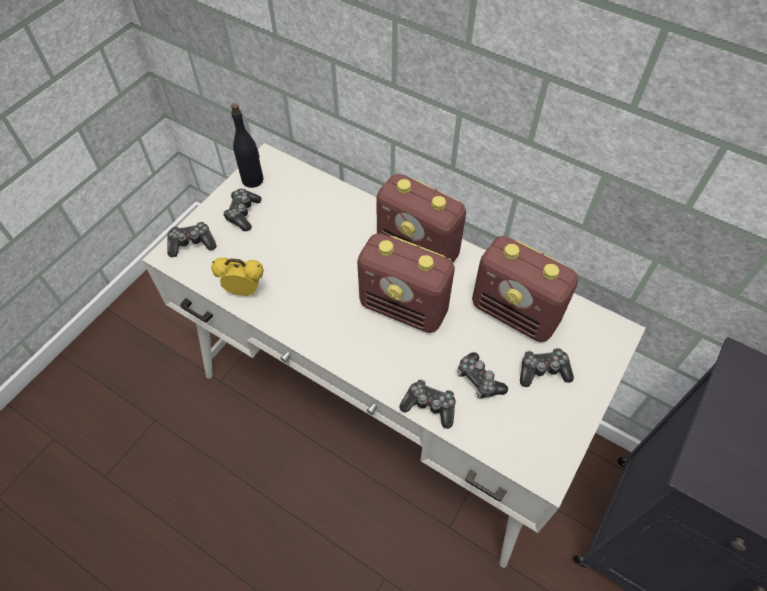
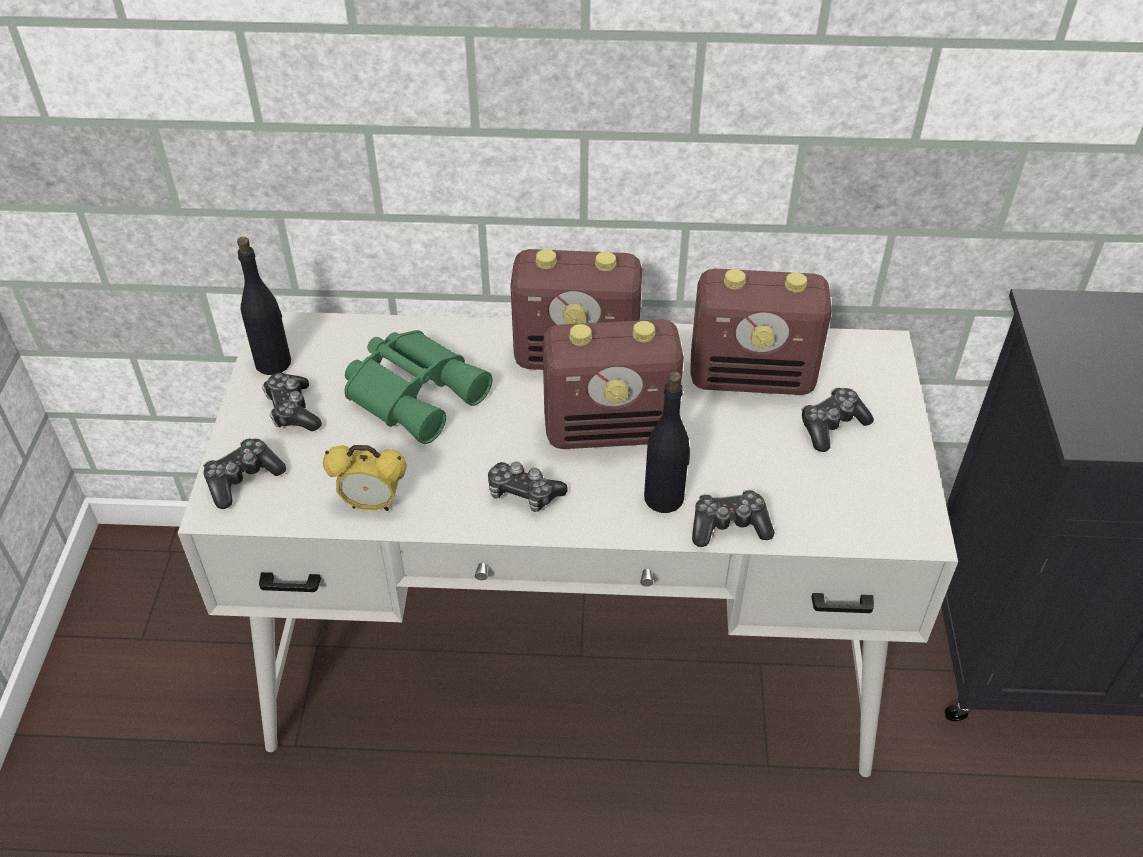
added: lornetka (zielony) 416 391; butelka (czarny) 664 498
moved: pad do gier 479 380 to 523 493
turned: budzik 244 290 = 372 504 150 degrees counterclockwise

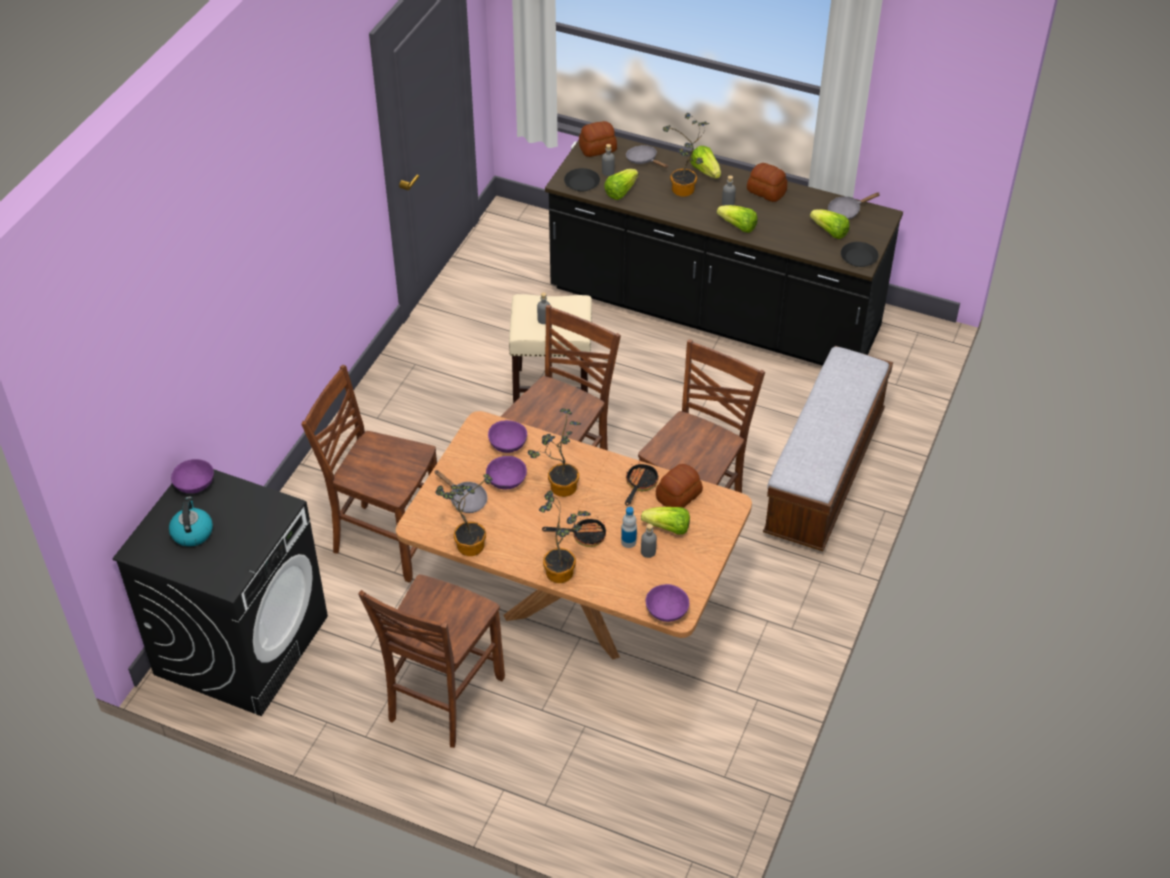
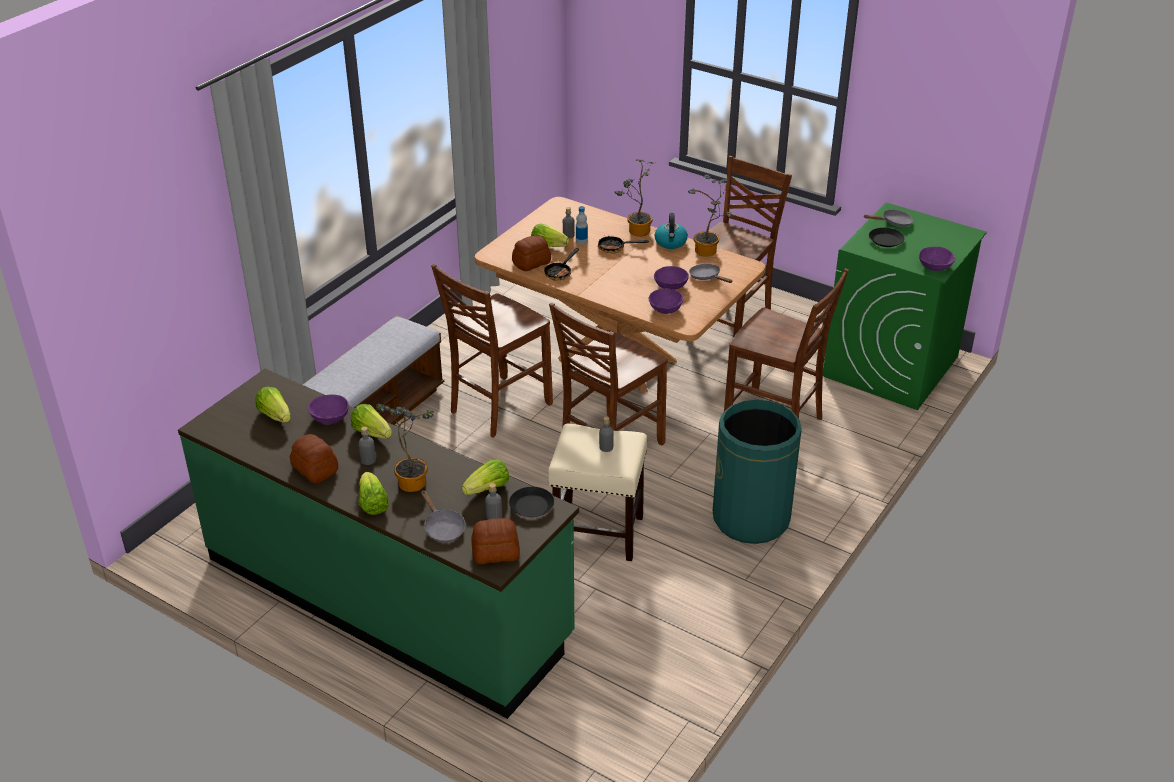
removed: roślina doniczkowa 559 488
added: kosz na śmieci (zielony) 751 518
moved: czajnik 192 532 to 671 242; miska (fioletowy) 666 610 to 329 418; patelnia (szary) 846 211 to 893 222; talerz (czarny) 858 258 to 886 240
recoloured: pralka (czarny) 242 644 to pralka (zielony) 890 366; zabudowa kuchenna (czarny) 714 312 to zabudowa kuchenna (zielony) 387 598

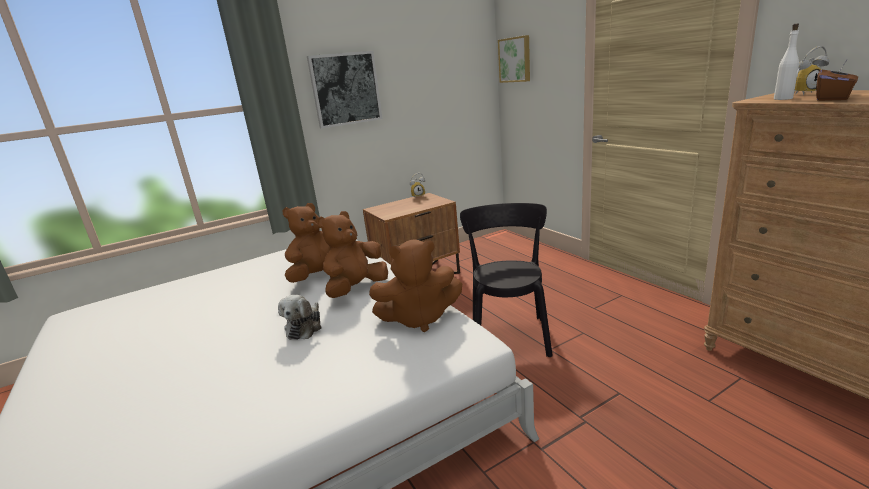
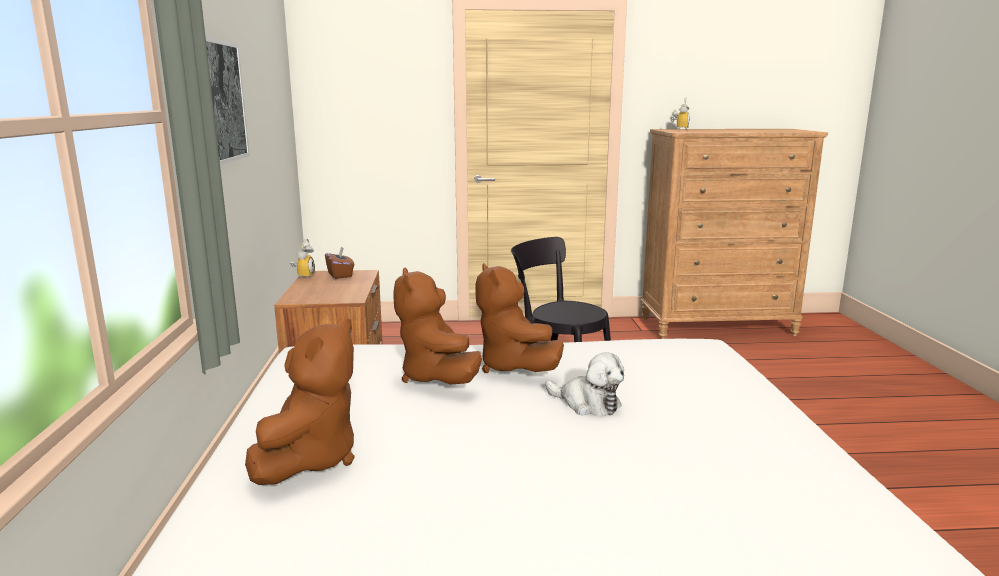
removed: obraz 515 59; butelka (biały) 783 99
moved: pluszak (brązowy) 419 318 to 310 459; pudełko chusteczek (brązowy) 832 98 to 340 275

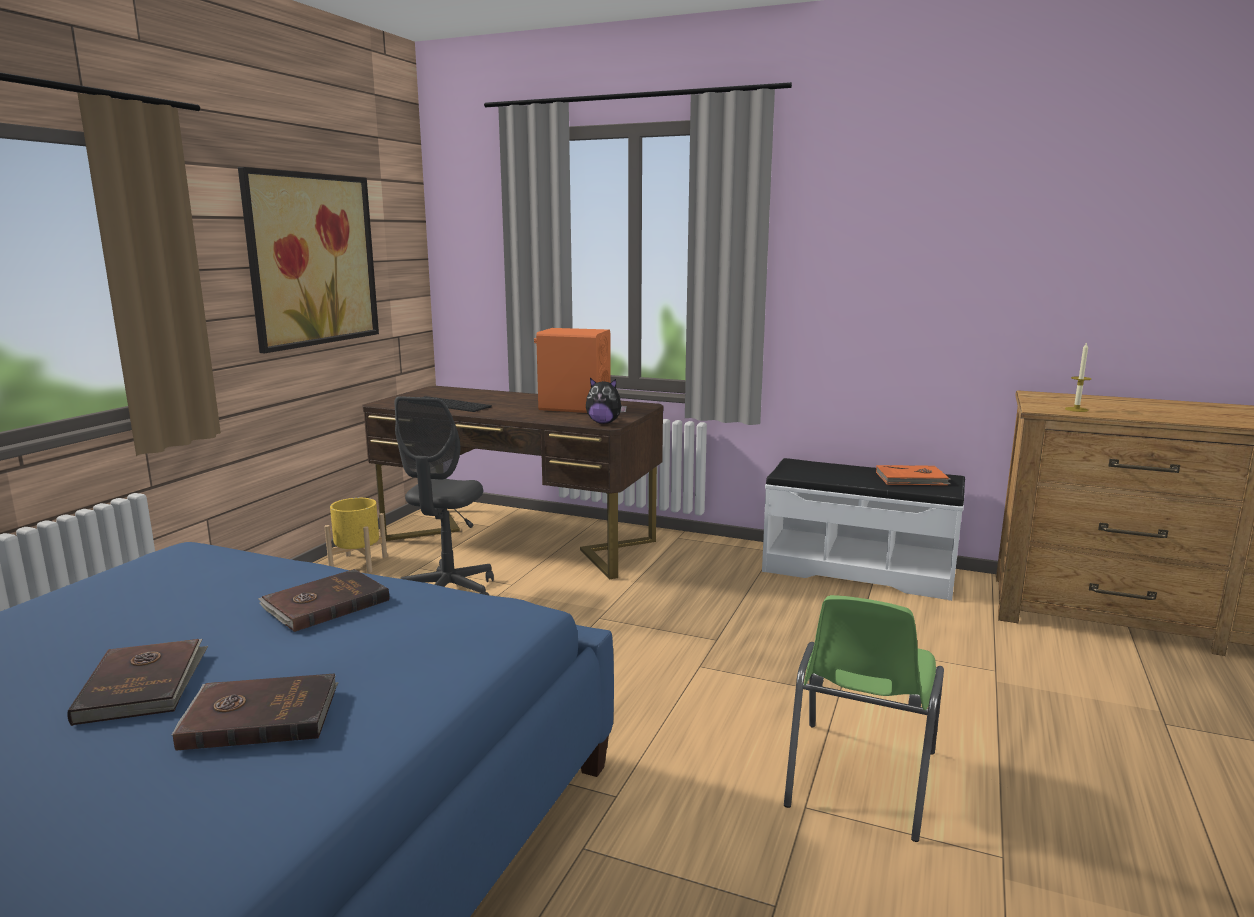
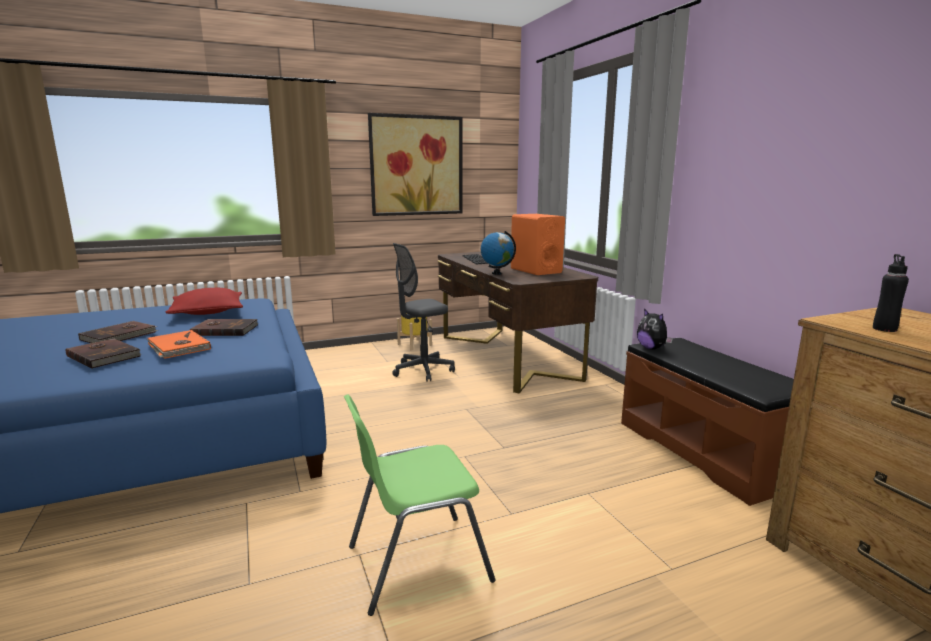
added: poduszka (czerwony) 208 312; globus 496 273
moved: pluszak 604 423 to 652 348; książka (pomarańczowy) 912 479 to 178 347
replaced: świeca 1076 409 to butelka (czarny) 884 329
recoloured: ławka (biały) 858 570 to ławka (brązowy) 705 451

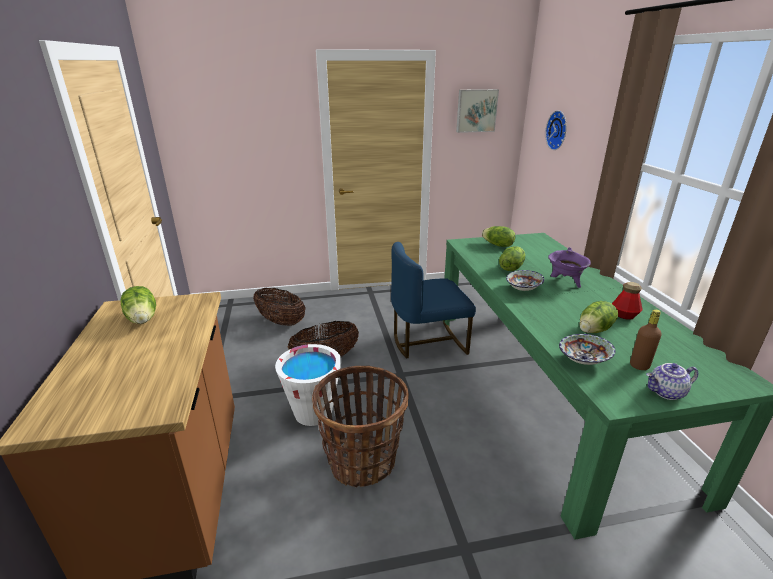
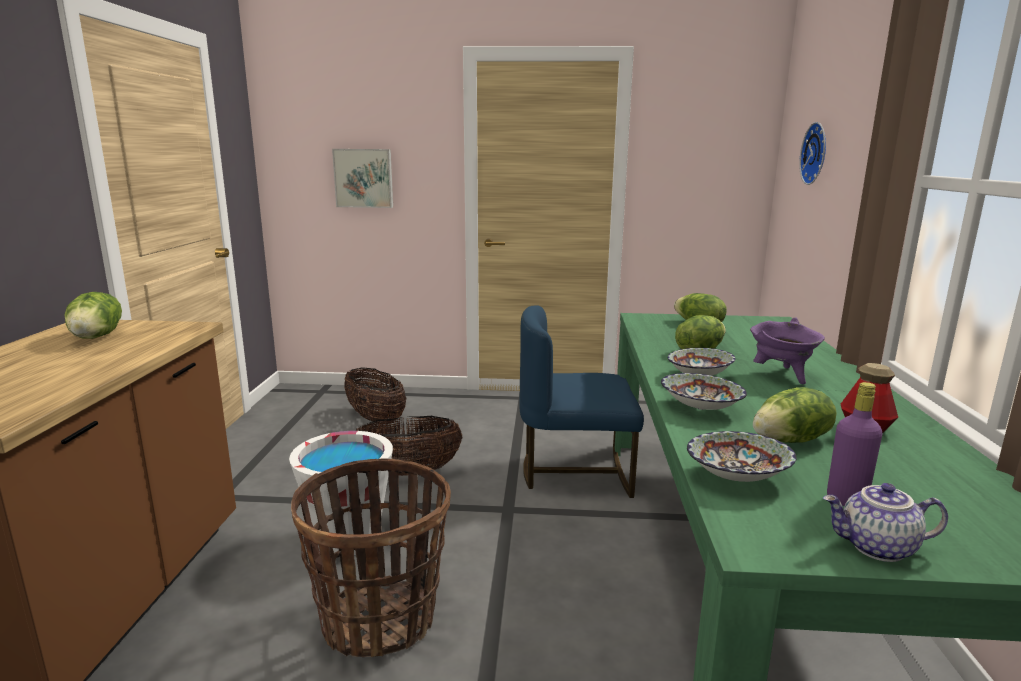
added: miska 701 408
moved: obraz 476 110 to 364 178
recoloured: butelka (brązowy) 639 365 to butelka (fioletowy) 846 500

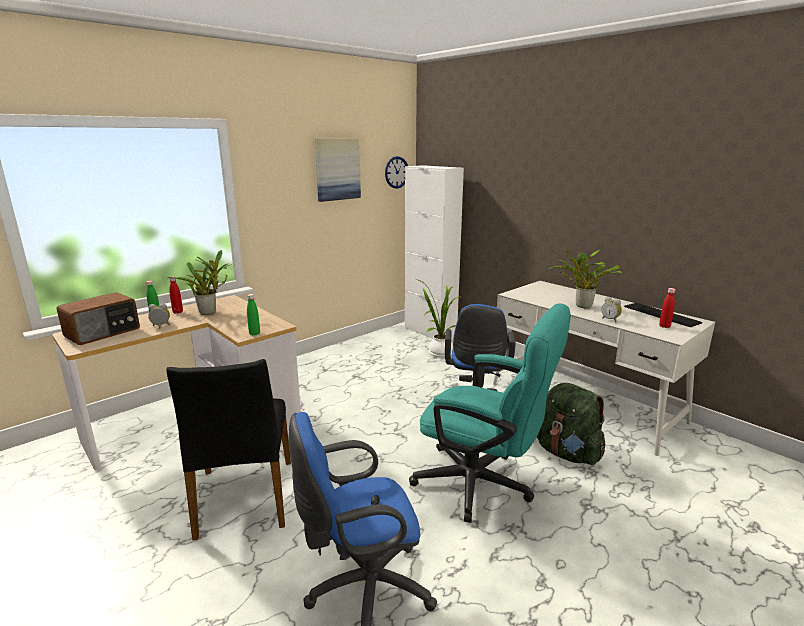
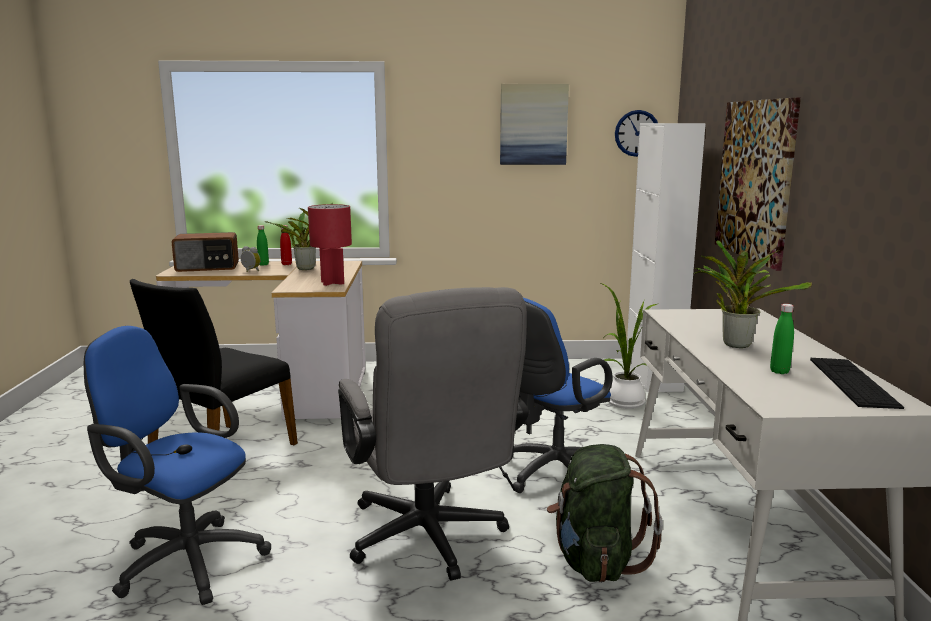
removed: budzik 610 320; butelka (czerwony) 664 326
added: lampa stołowa (czerwony) 332 282; obraz 755 180
moved: butelka (zielony) 254 333 to 779 371
recoloured: krzesło biurowe (turkusowy) 483 485 to krzesło biurowe (szary) 430 541

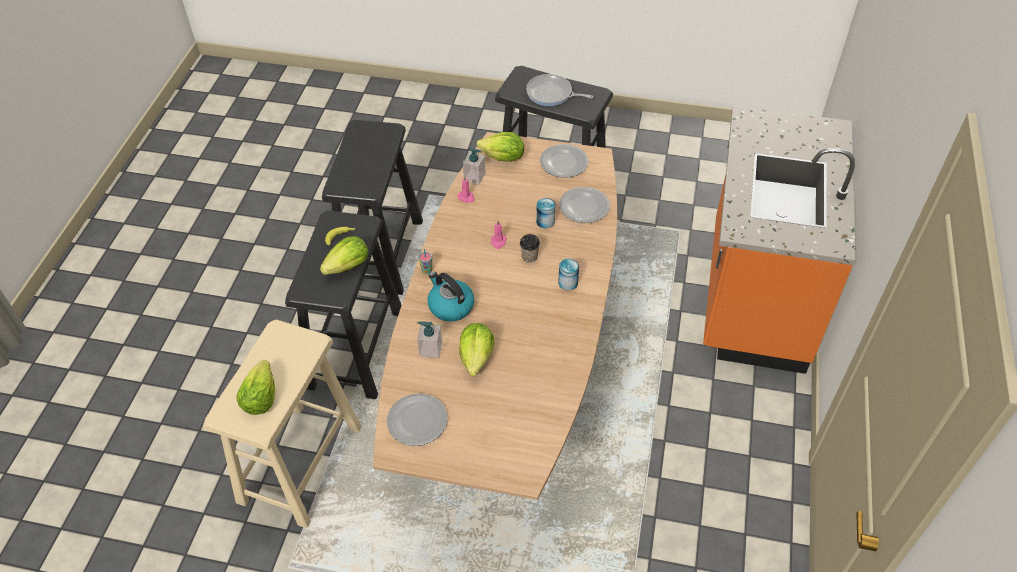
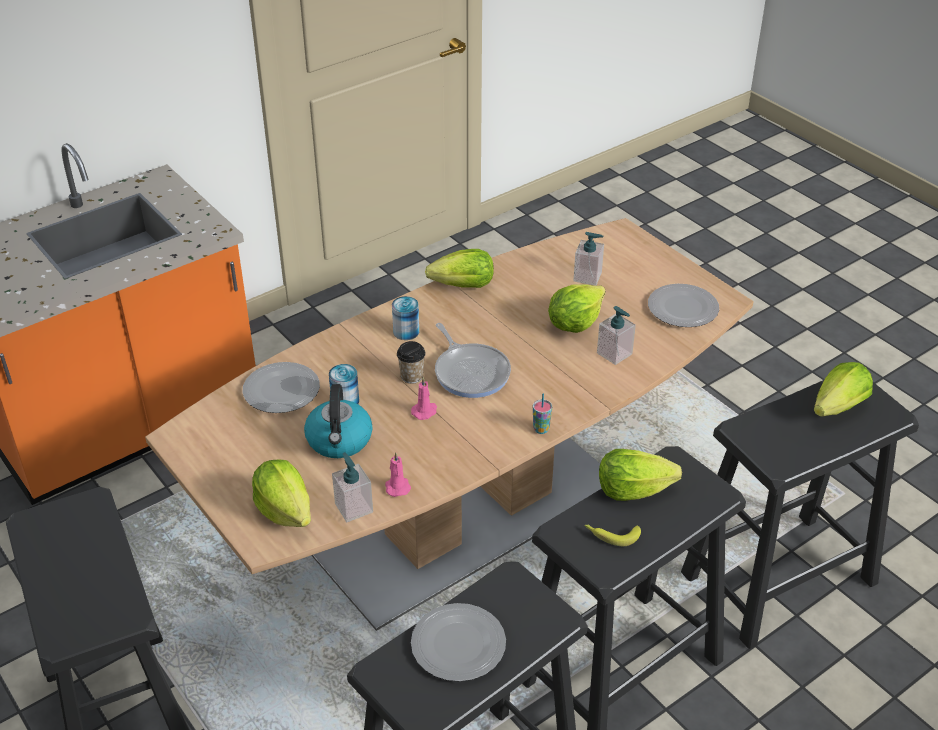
added: sałata 464 286; dozownik mydła 587 277
moved: czajnik 450 306 to 339 441; patelnia 551 94 to 470 372; talerz 563 162 to 457 645
recoloured: stołek (beżowy) 301 463 to stołek (czarny) 777 578

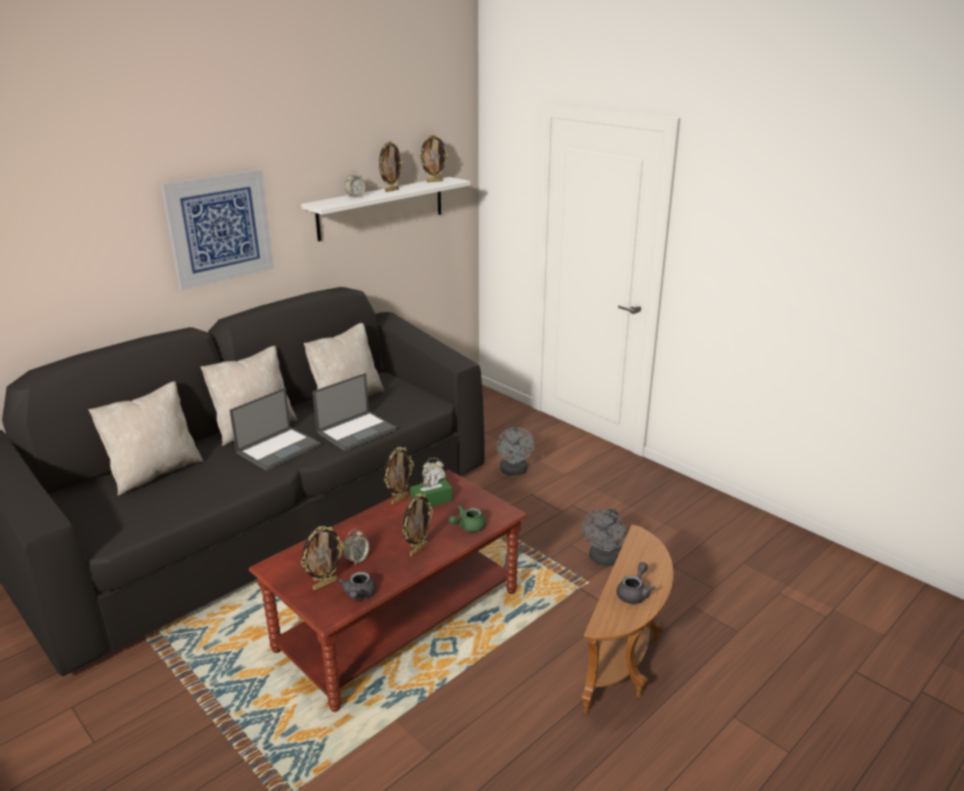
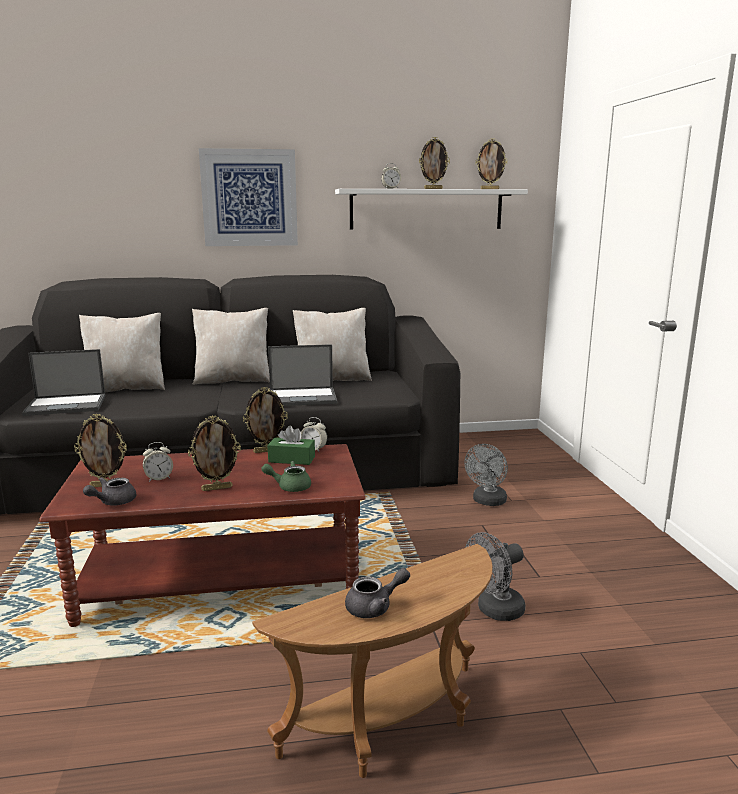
moved: laptop 279 448 to 67 405

